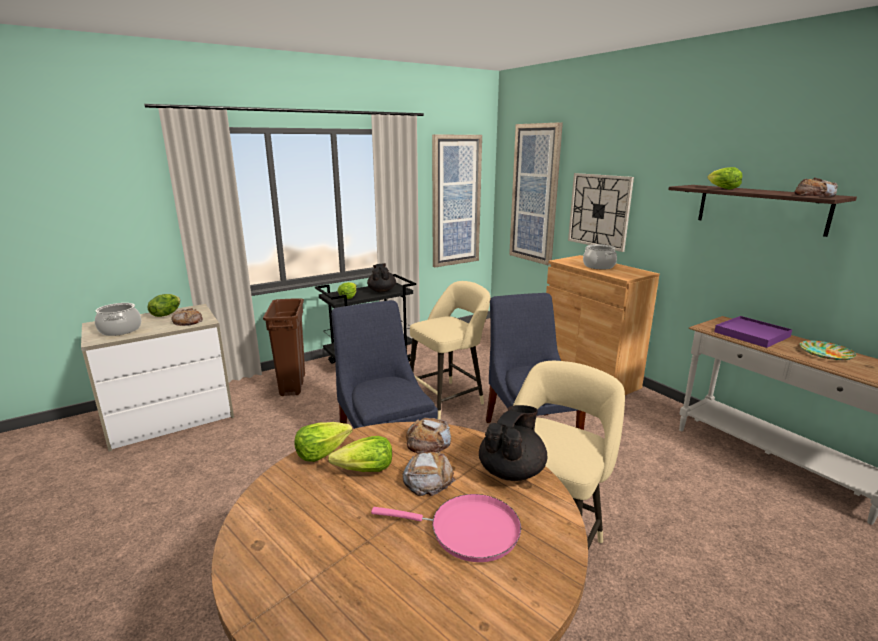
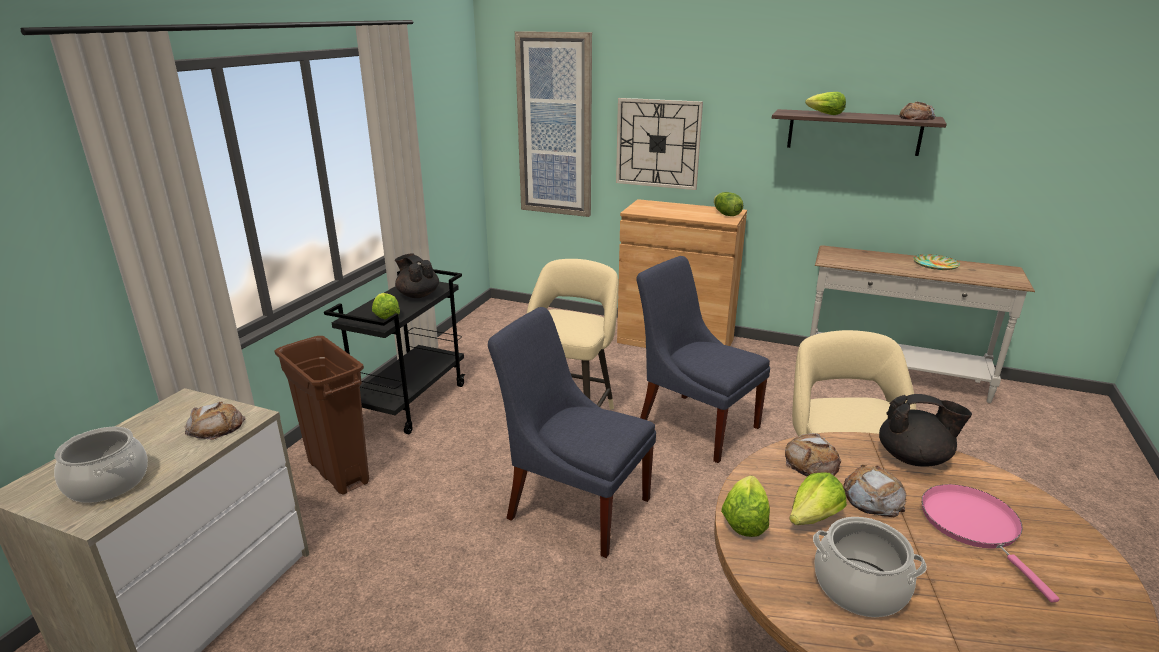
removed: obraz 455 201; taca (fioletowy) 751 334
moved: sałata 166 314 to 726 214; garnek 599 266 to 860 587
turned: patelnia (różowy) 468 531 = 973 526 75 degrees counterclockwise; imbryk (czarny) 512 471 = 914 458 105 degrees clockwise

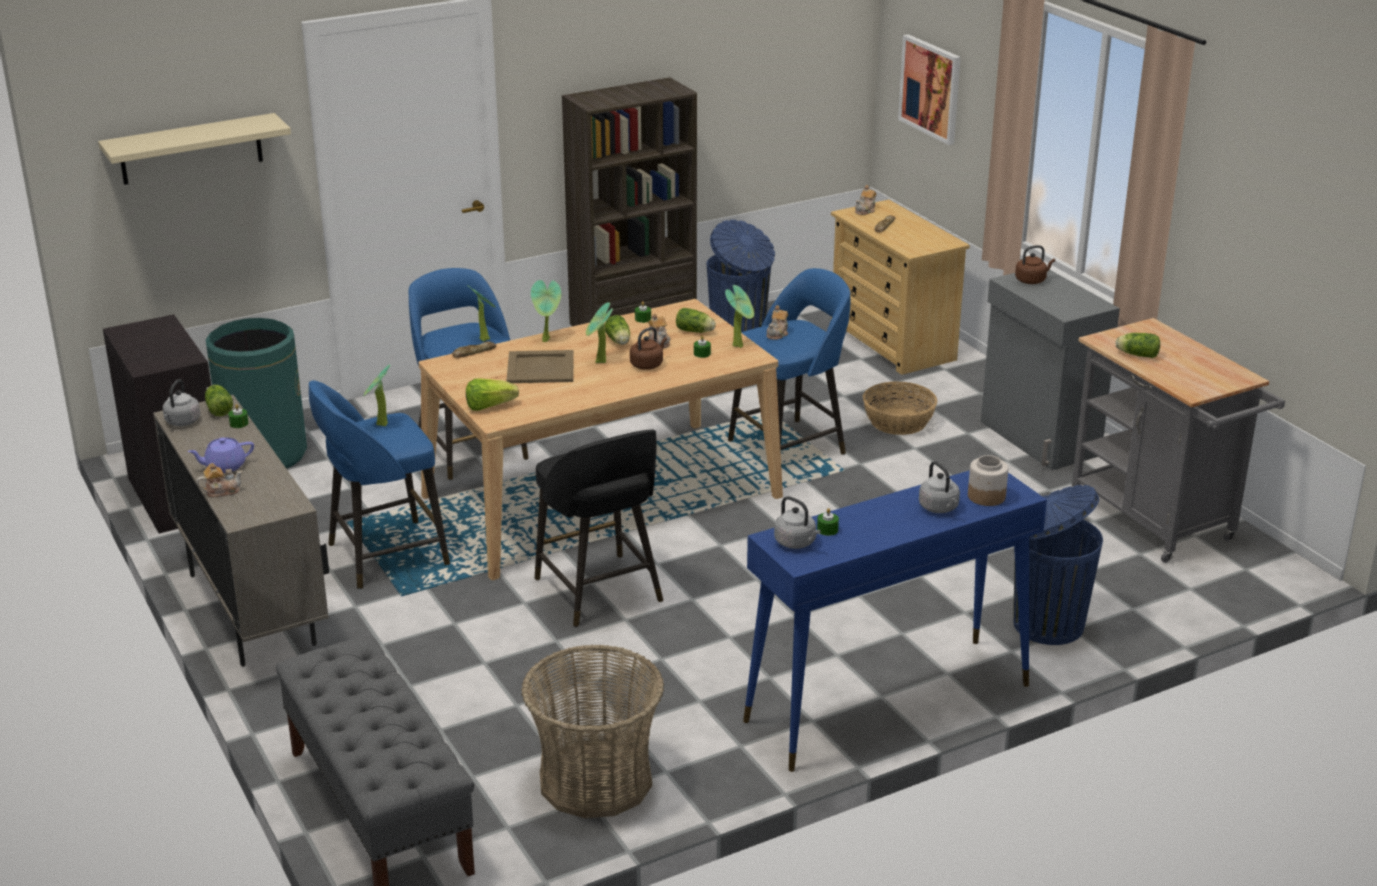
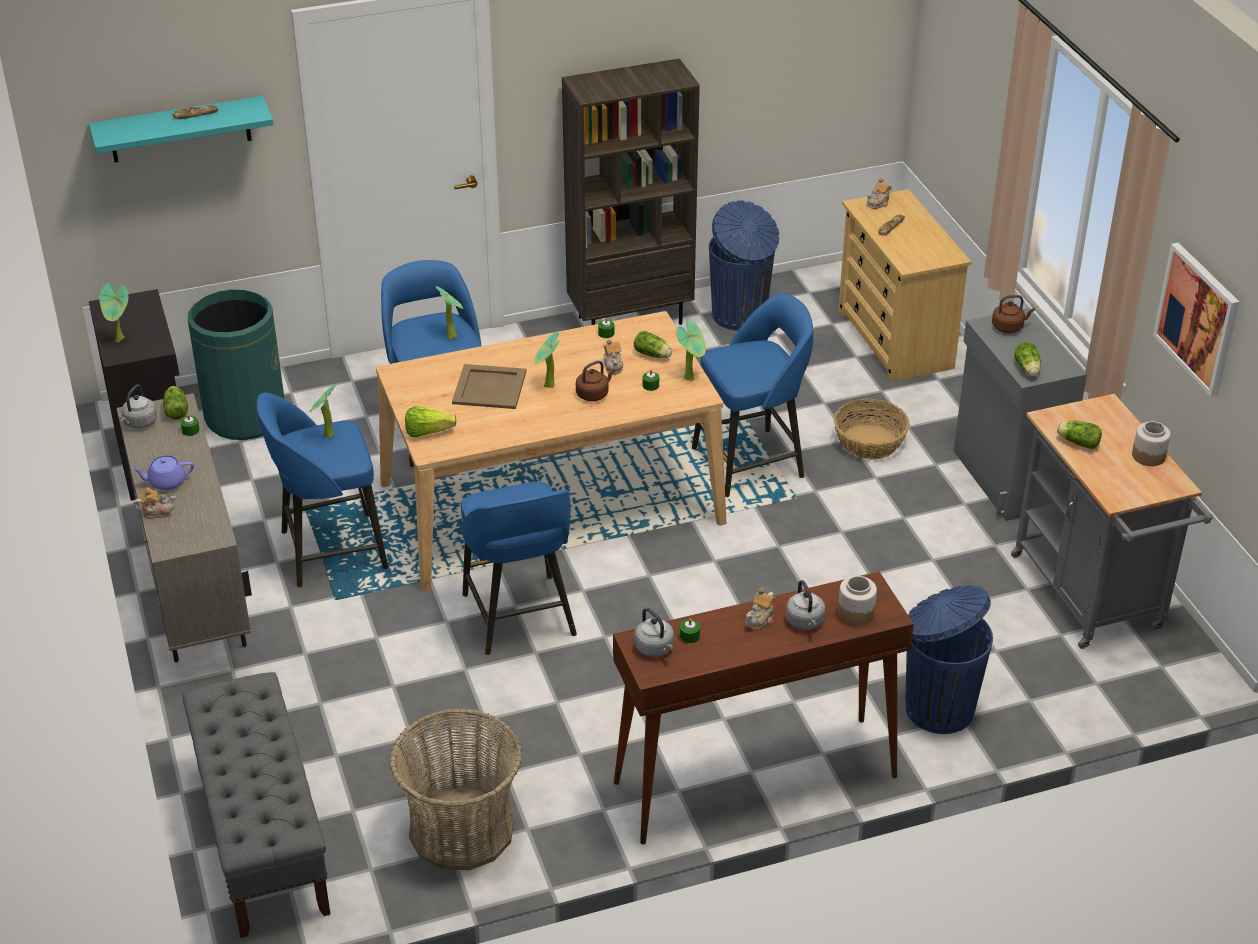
added: słoik 1148 456
moved: chleb 473 352 to 195 115; roślina doniczkowa 547 340 to 120 340; sałata 619 341 to 1027 369; imbryk 777 334 to 760 619; obraz 931 88 to 1198 318
recoloured: półka (beżowy) 191 149 to półka (turkusowy) 180 130; stołek (czarny) 600 592 to stołek (niebieski) 520 617; stolik konsolowy (niebieski) 886 703 to stolik konsolowy (brązowy) 754 780

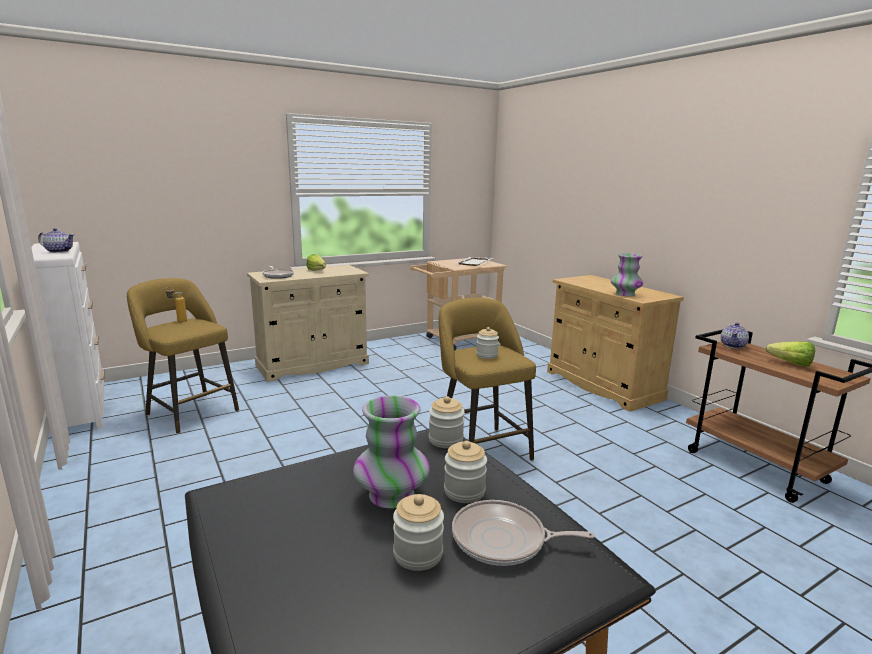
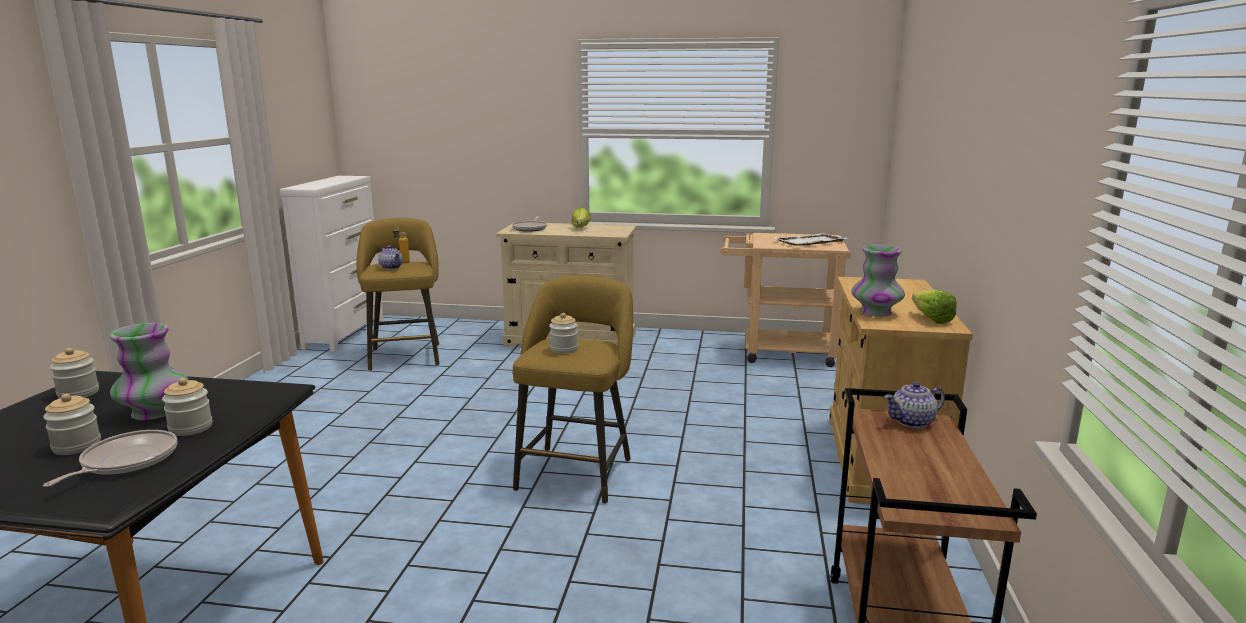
moved: imbryk 59 251 to 391 267; słoik 446 440 to 78 393; sałata 786 363 to 929 318
turned: patelnia 503 540 = 125 462 60 degrees clockwise

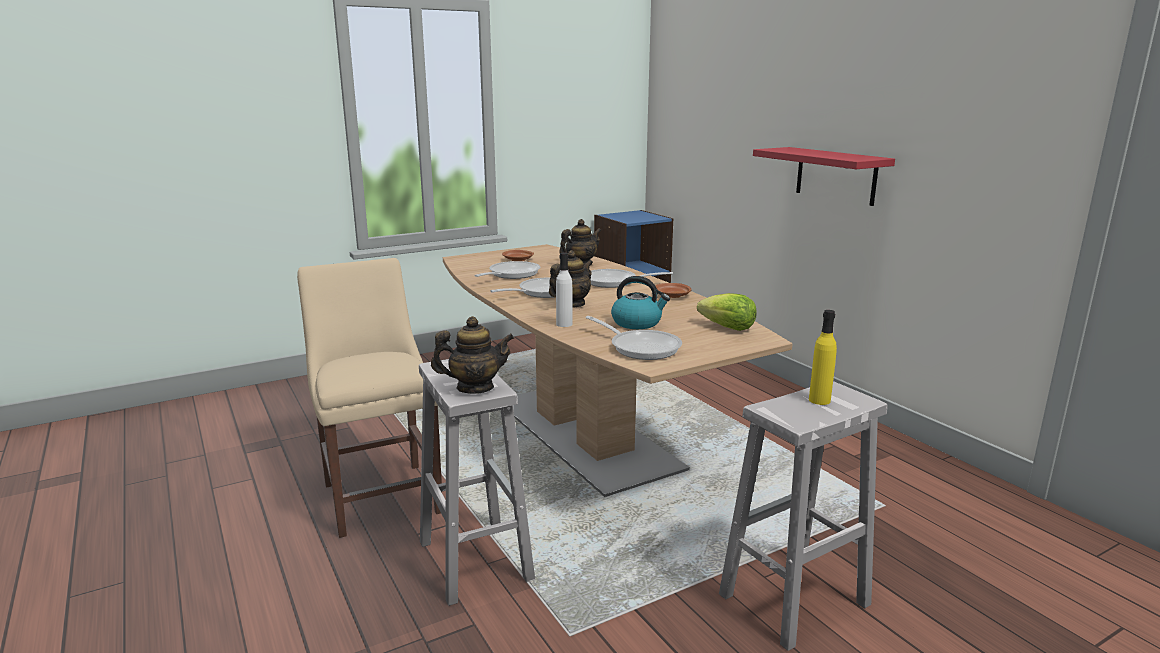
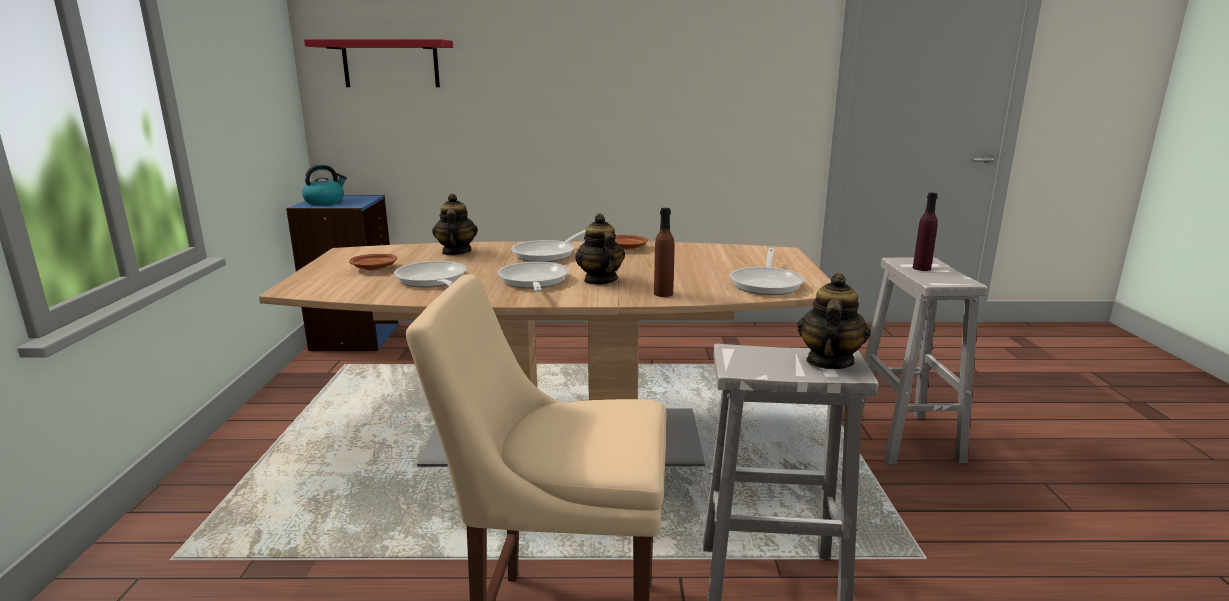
removed: sałata 728 328
moved: czajnik 637 323 to 325 201; półka (czerwony) 835 175 to 391 64
recoloured: butelka (biały) 564 324 to butelka (brązowy) 663 293; butelka (żółty) 819 400 to butelka (fioletowy) 921 268
turned: patelnia 641 347 = 767 283 120 degrees clockwise

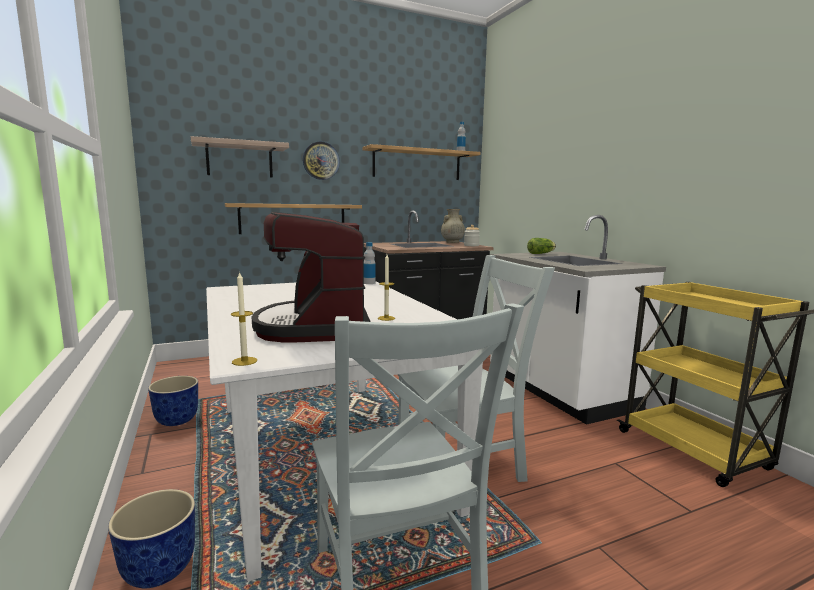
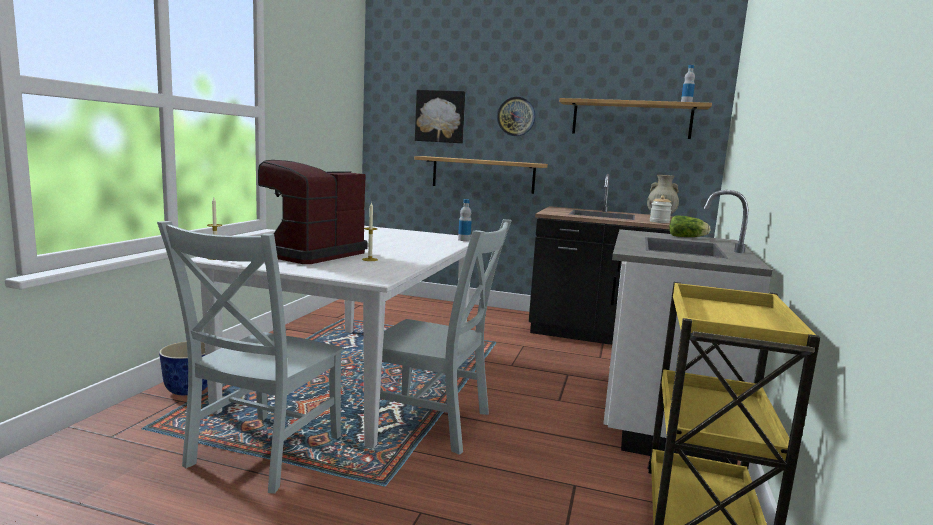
removed: donica 176 420
replaced: półka 239 160 to obraz 440 116

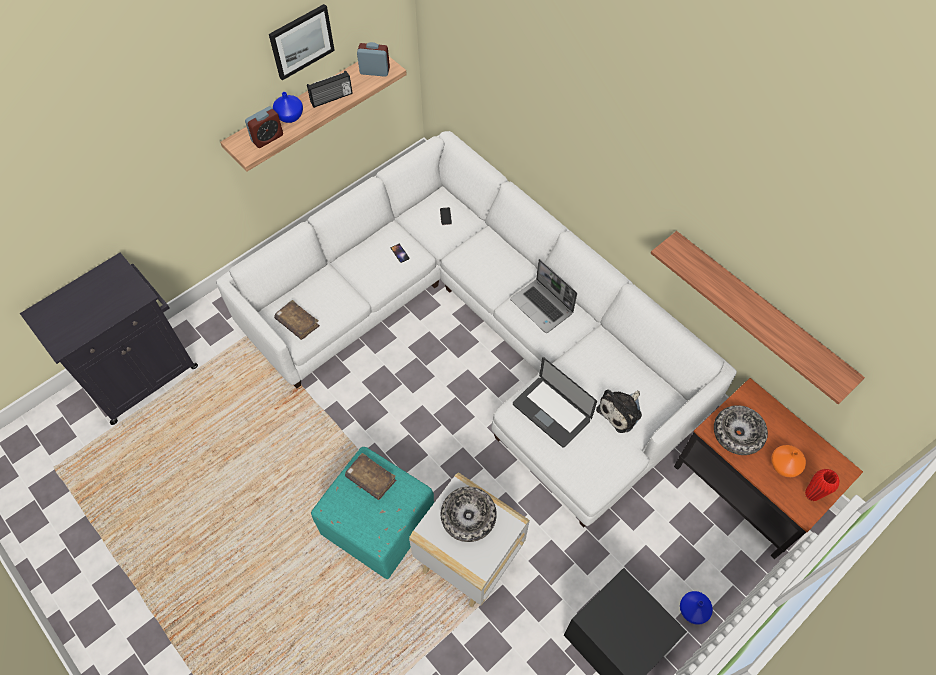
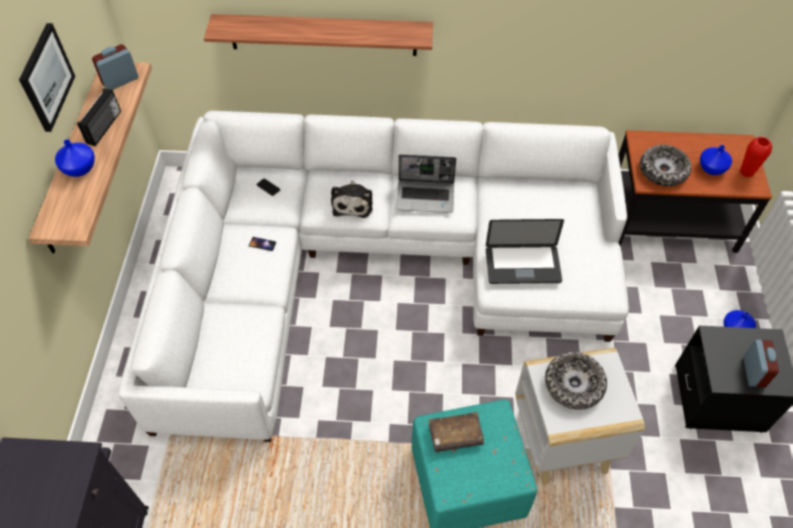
removed: książka (brązowy) 297 323
moved: budzik 267 138 to 753 372; pluszak 621 411 to 353 203; półka 759 311 to 323 35
recoloured: wazon (pomarańczowy) 784 466 to wazon (niebieski) 712 168

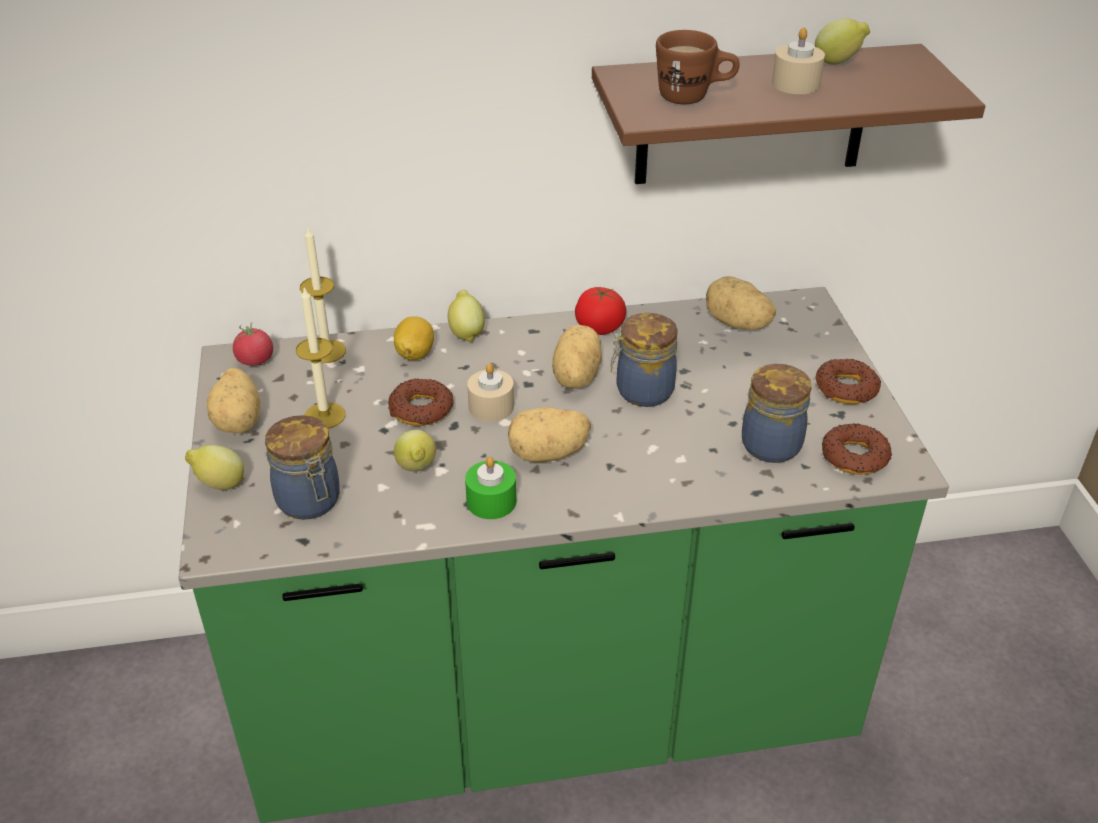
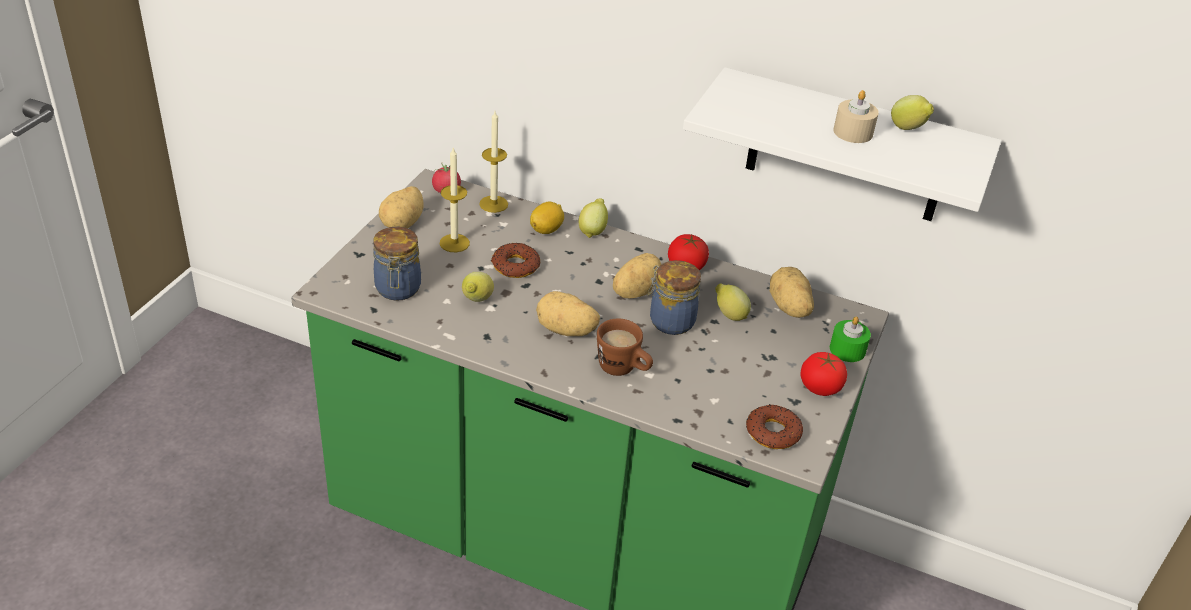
removed: świeca (beżowy) 491 407; słoik 771 443
moved: cytryna 219 484 to 729 315; świeca (zielony) 491 501 to 847 349; kubek (brązowy) 694 97 to 623 370
replaced: donut 846 388 to pomidor 820 387
recoloured: półka (brązowy) 752 115 to półka (biały) 847 148

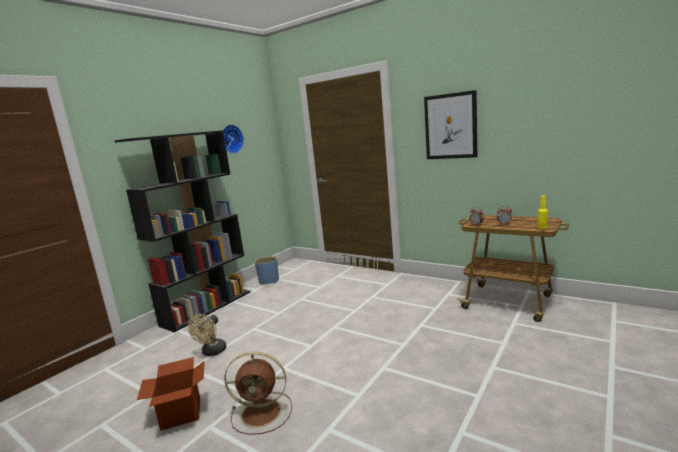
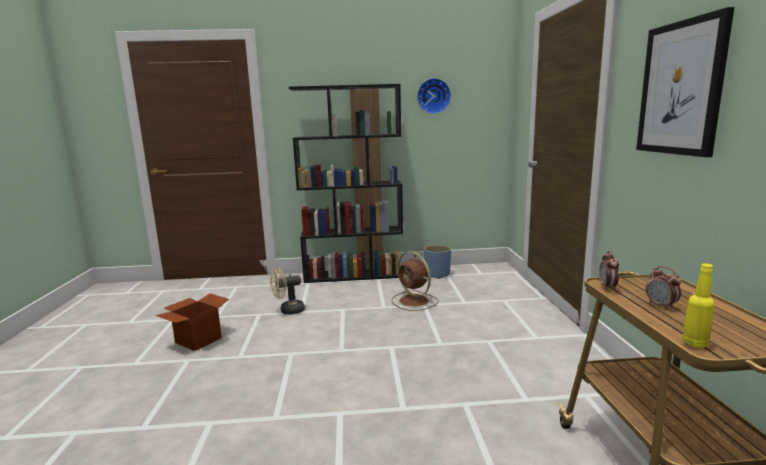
moved: wentylator (brązowy) 263 412 to 414 301

